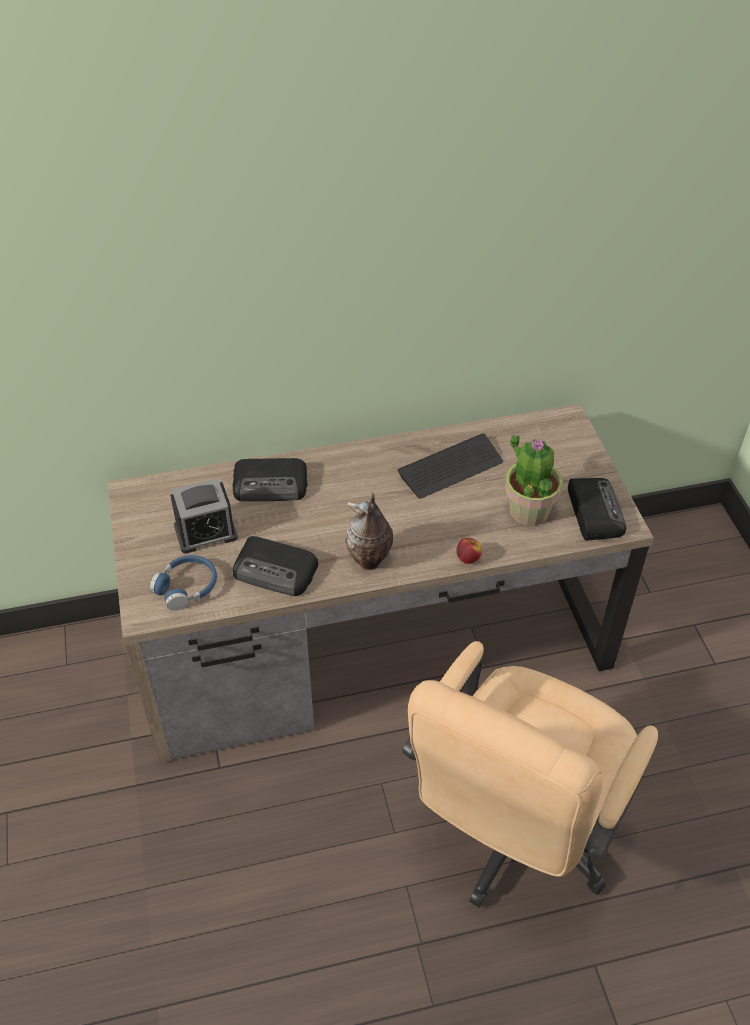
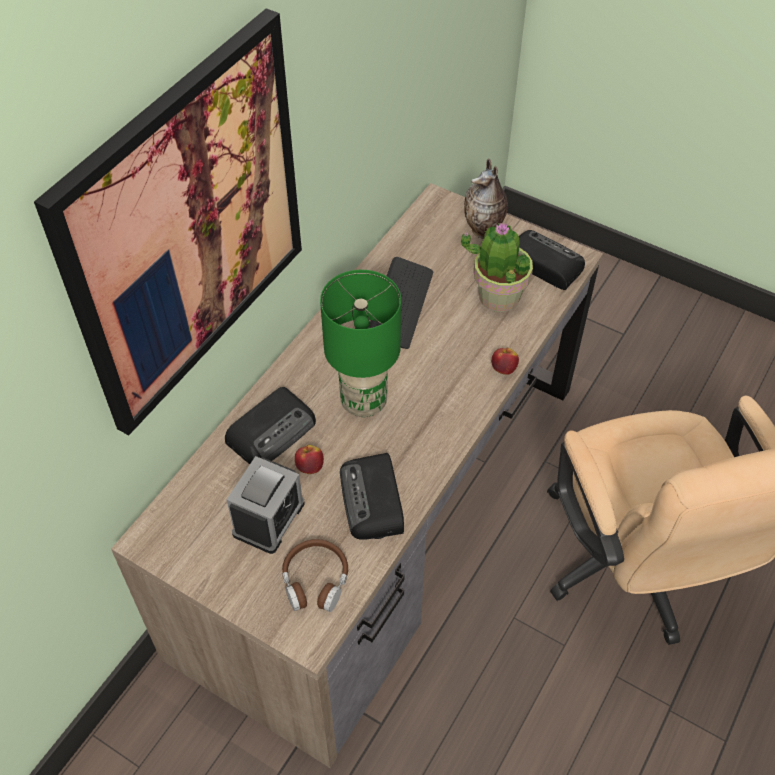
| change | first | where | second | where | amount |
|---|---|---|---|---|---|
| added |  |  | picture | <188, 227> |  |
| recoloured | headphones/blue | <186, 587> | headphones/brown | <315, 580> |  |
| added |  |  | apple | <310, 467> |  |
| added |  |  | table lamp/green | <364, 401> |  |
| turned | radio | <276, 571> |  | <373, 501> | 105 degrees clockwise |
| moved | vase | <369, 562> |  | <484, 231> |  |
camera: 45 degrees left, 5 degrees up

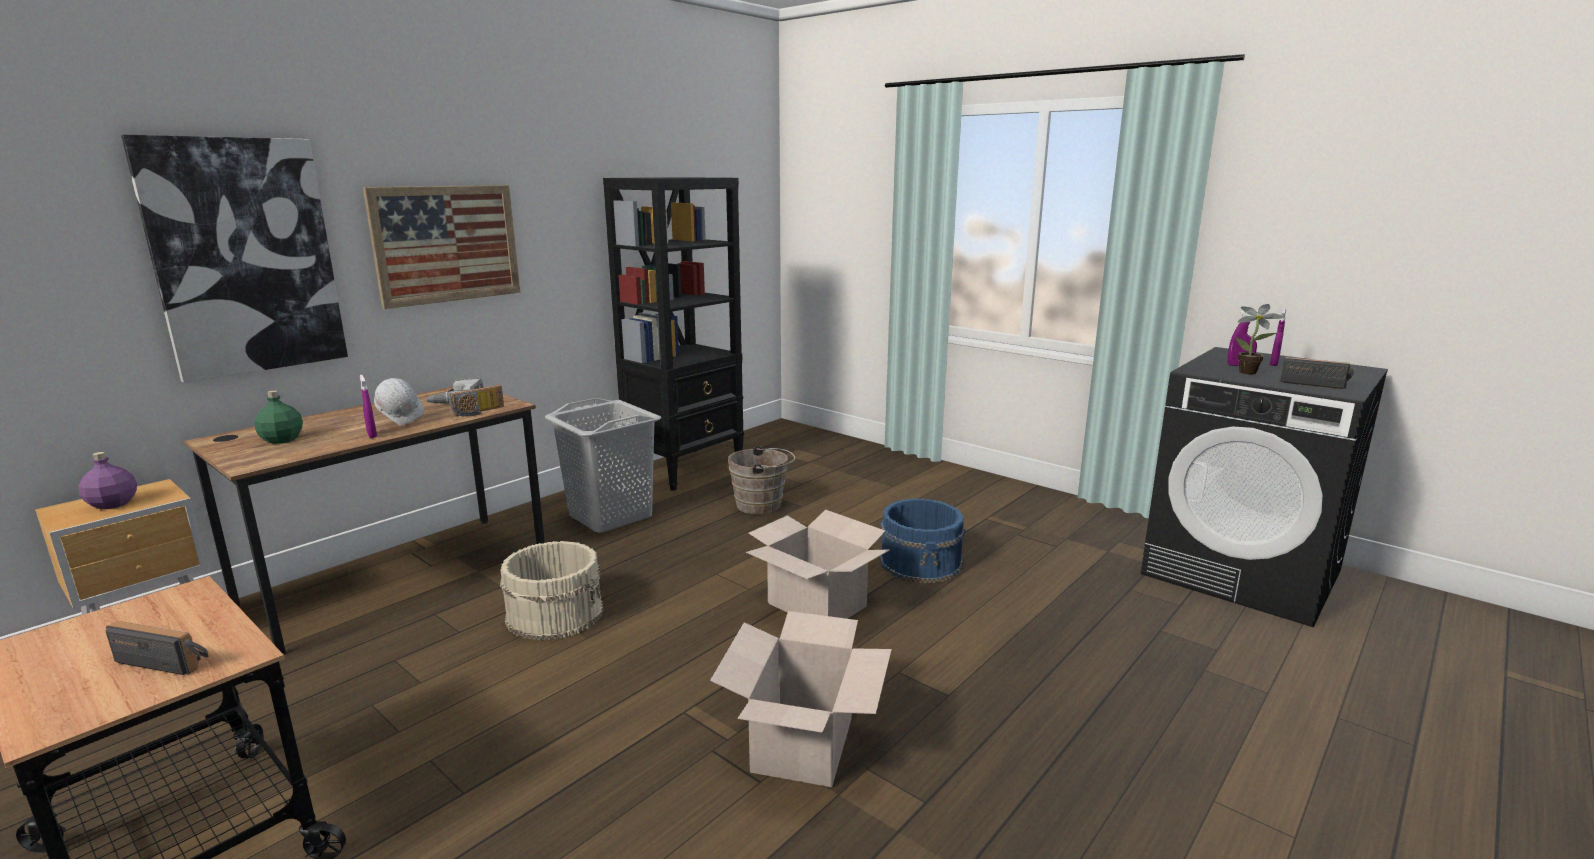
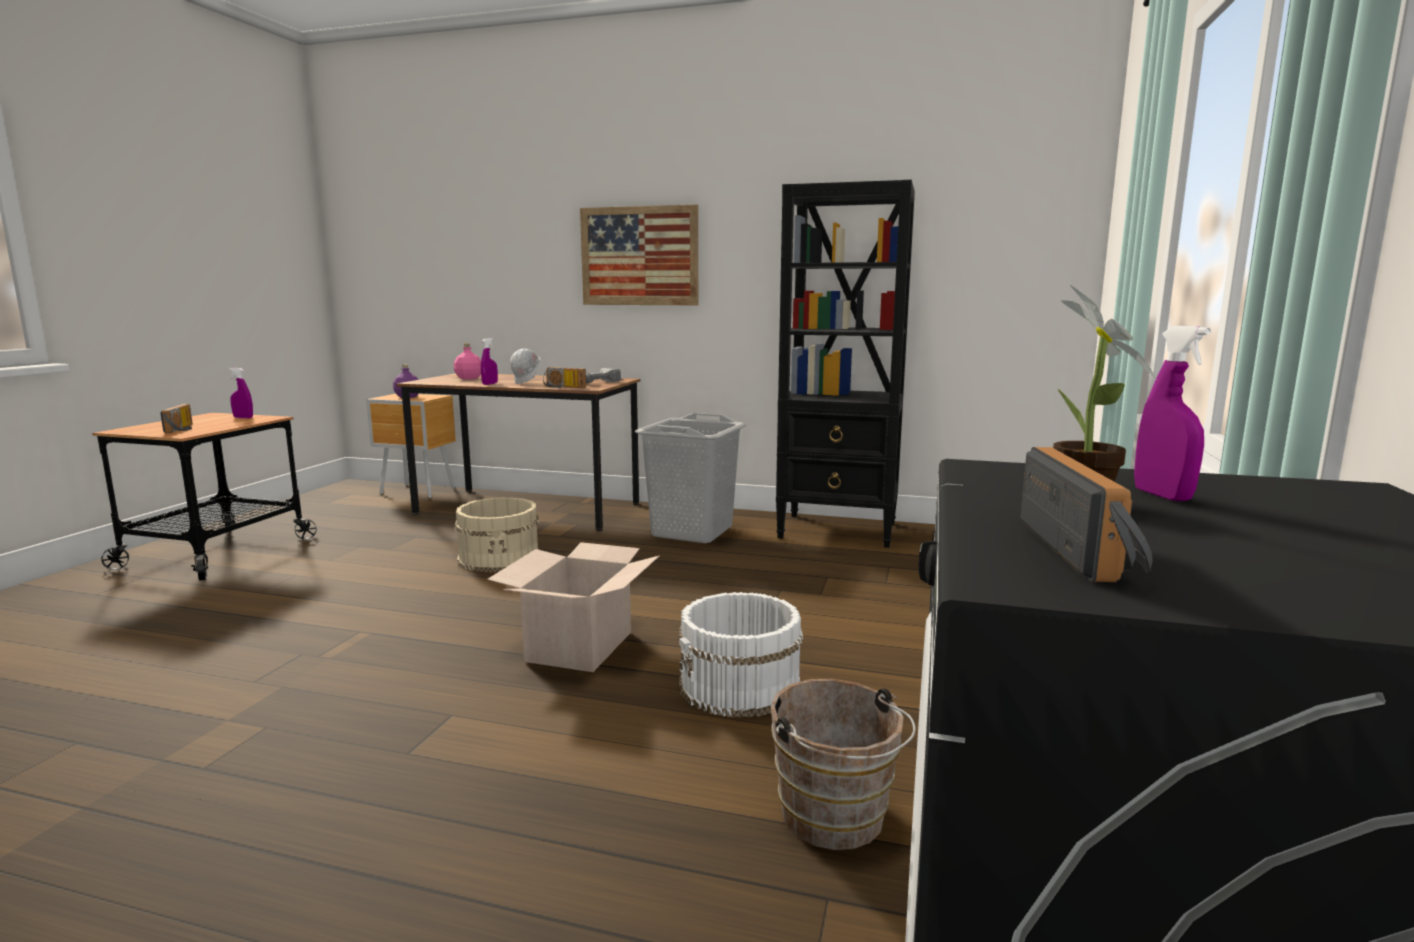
| change | first | where | second | where | amount |
|---|---|---|---|---|---|
| moved | spray bottle/purple | <1273, 364> |  | <243, 418> |  |
| recoloured | bottle/green | <283, 440> | bottle/pink | <469, 378> |  |
| recoloured | bucket/blue | <921, 562> | bucket/white | <740, 686> |  |
| moved | bucket/brown | <762, 505> |  | <836, 821> |  |
| removed | picture | <244, 257> |  |  |  |
| removed | cardboard box | <802, 743> |  |  |  |
camera: 65 degrees right, 5 degrees down

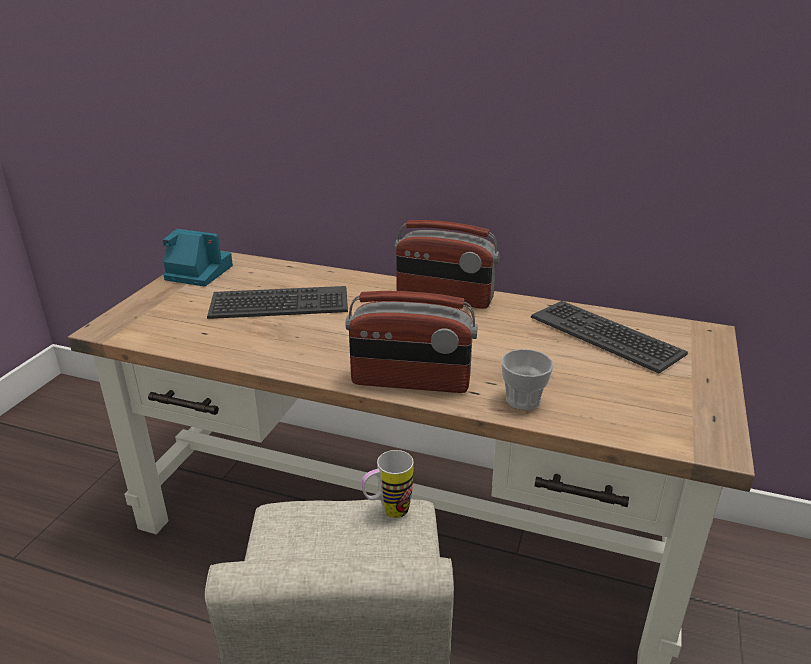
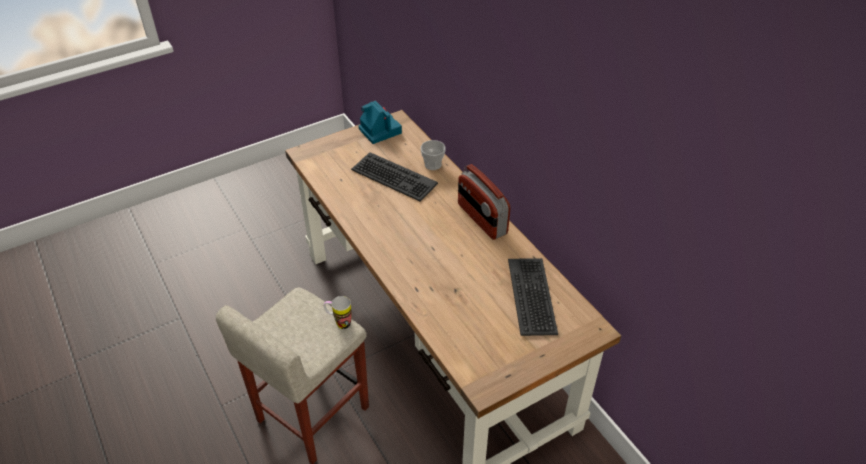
| change | first | where | second | where | amount |
|---|---|---|---|---|---|
| moved | cup | <523, 400> |  | <433, 165> |  |
| removed | radio | <410, 382> |  |  |  |
camera: 40 degrees right, 15 degrees up

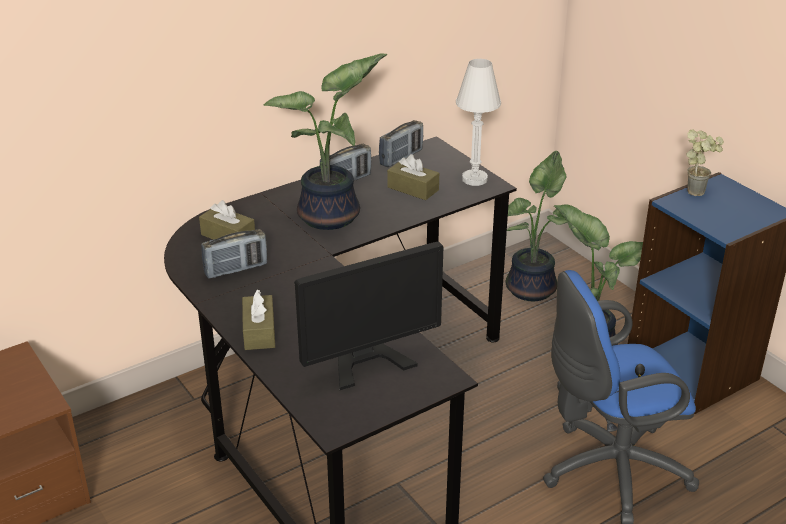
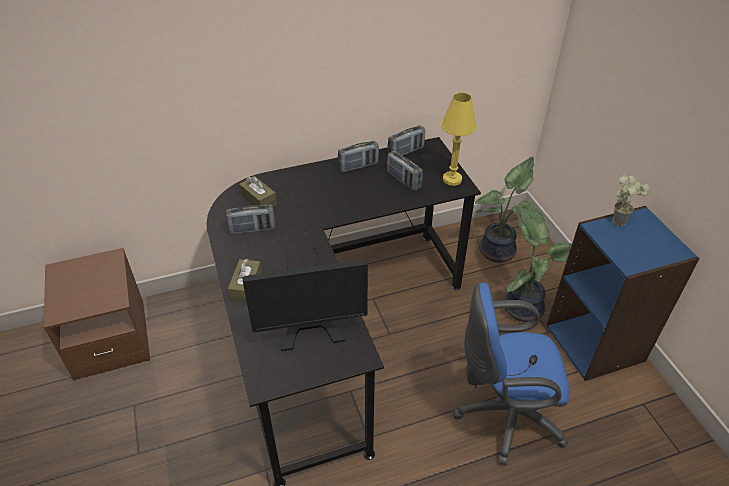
| change | first | where | second | where | amount |
|---|---|---|---|---|---|
| replaced | tissue box/brown | <413, 189> | radio | <403, 180> |  |
| recoloured | table lamp/white | <474, 179> | table lamp/yellow | <452, 179> |  |
| removed | potted plant | <333, 217> |  |  |  |
camera: 15 degrees right, 10 degrees up

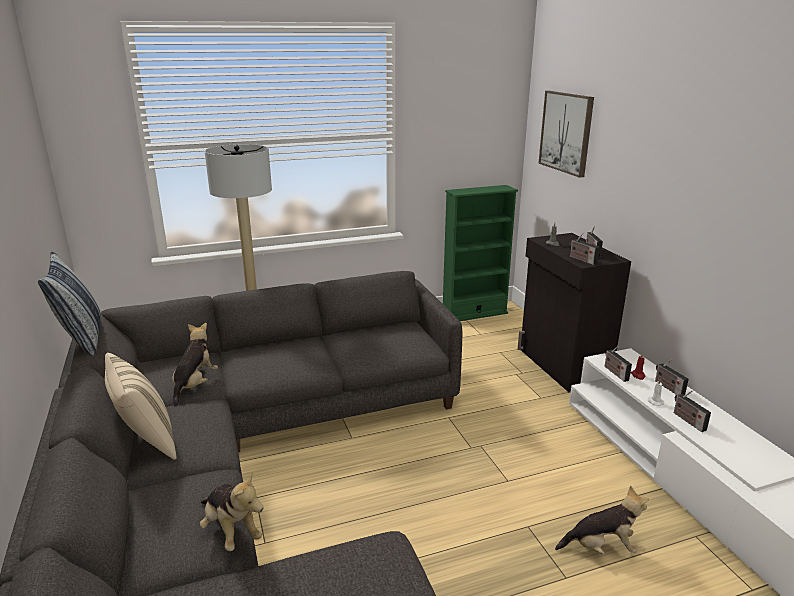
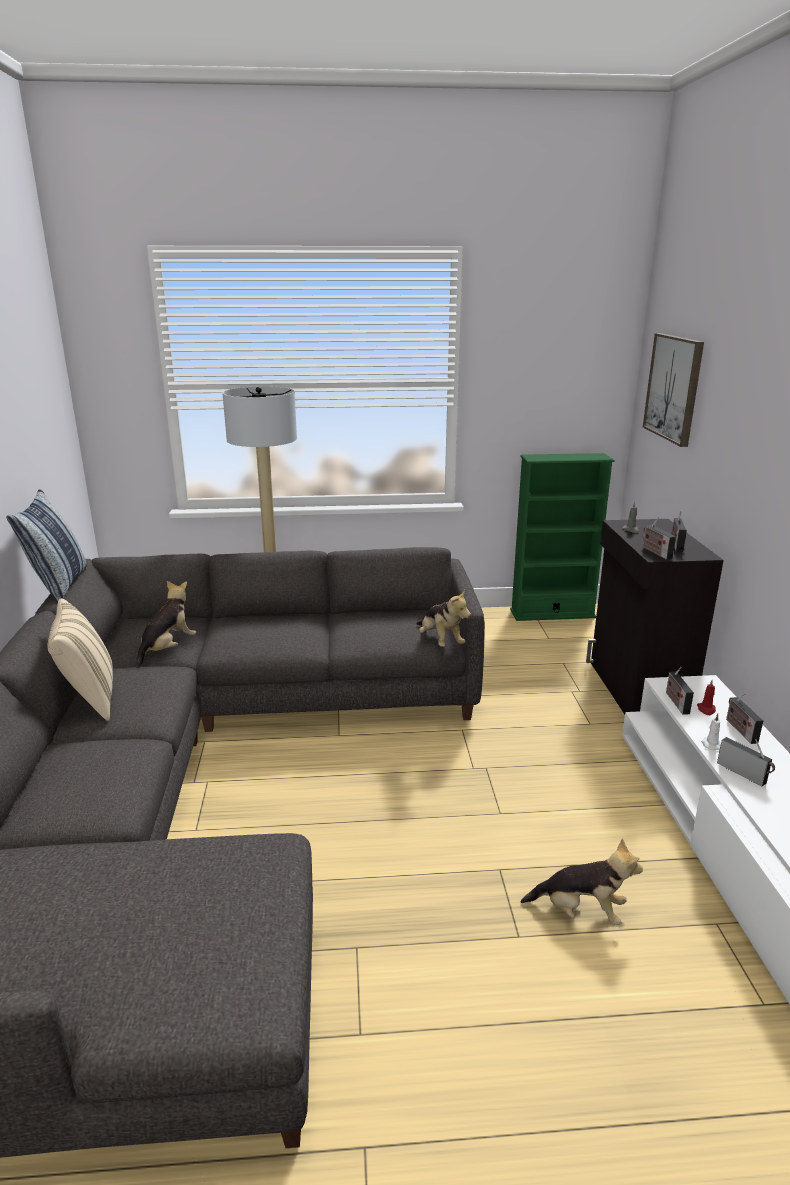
| change | first | where | second | where | amount |
|---|---|---|---|---|---|
| moved | plush toy | <231, 531> |  | <440, 641> |  |
| turned | radio | <687, 420> |  | <744, 774> | 150 degrees clockwise |
camera: 15 degrees right, 0 degrees up

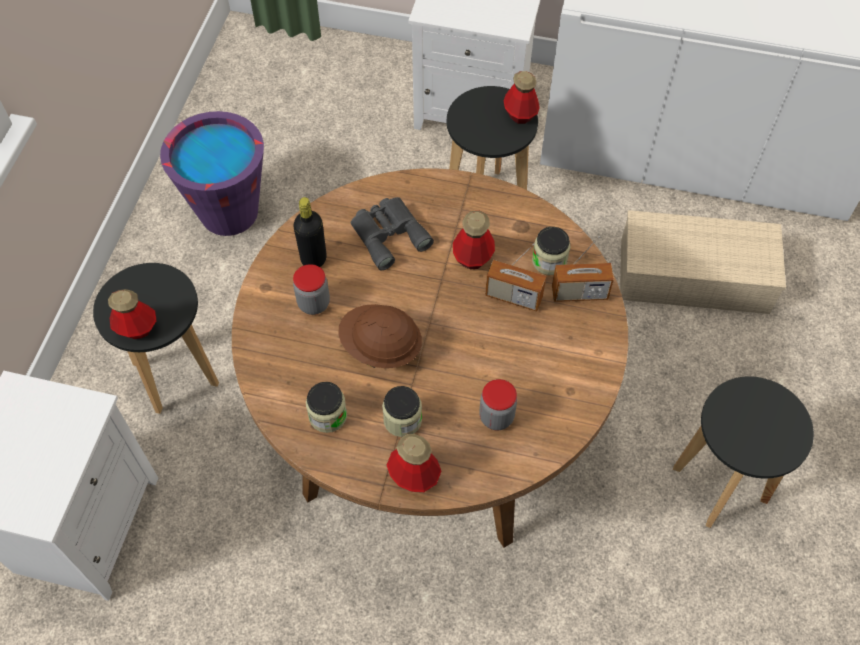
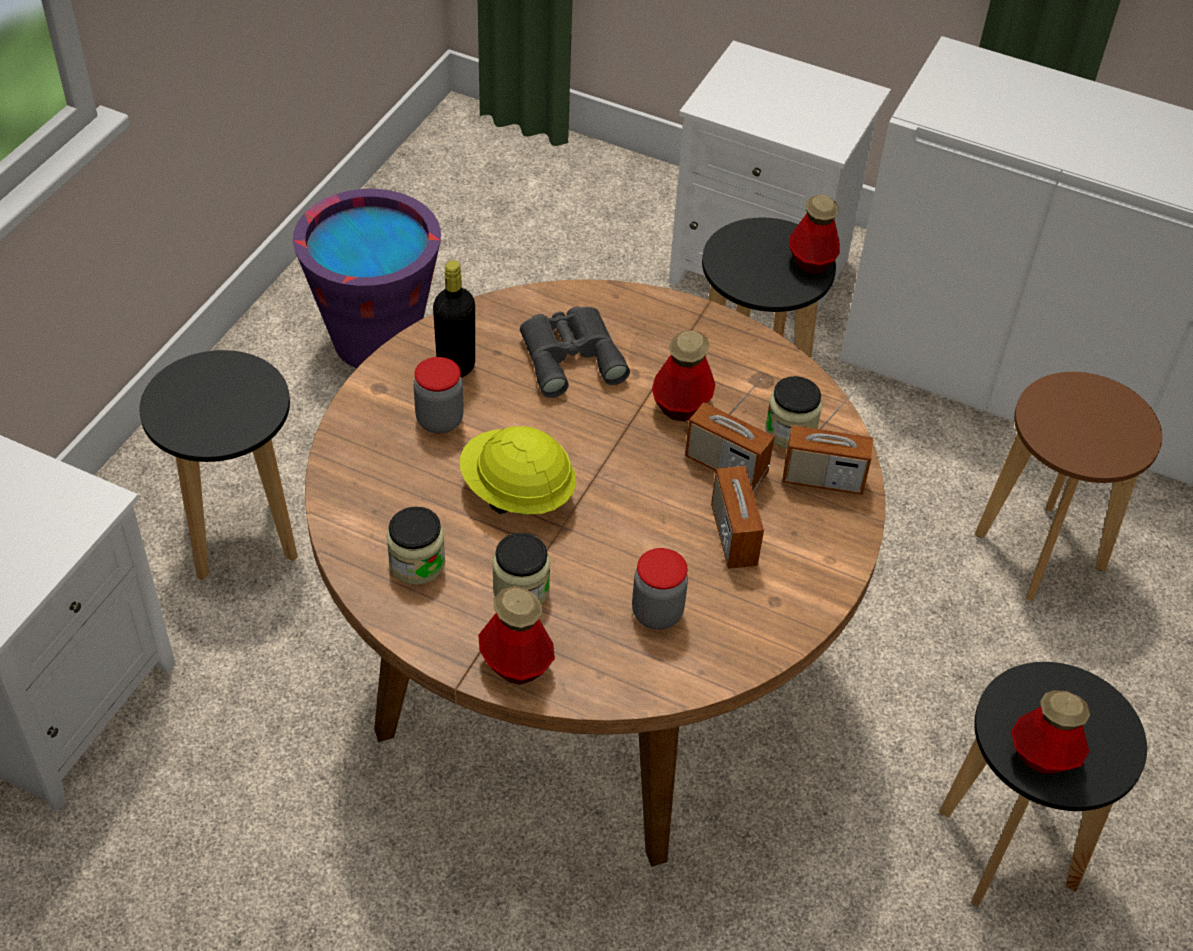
| change | first | where | second | where | amount |
|---|---|---|---|---|---|
| recoloured | hard hat/brown | <380, 347> | hard hat/yellow | <517, 493> |  |
| added |  |  | radio | <733, 536> |  |
| replaced | storage box/beige | <696, 275> | stool/brown | <1040, 551> |  |
| moved | bottle | <137, 328> |  | <1043, 757> |  |
camera: 10 degrees right, 10 degrees down

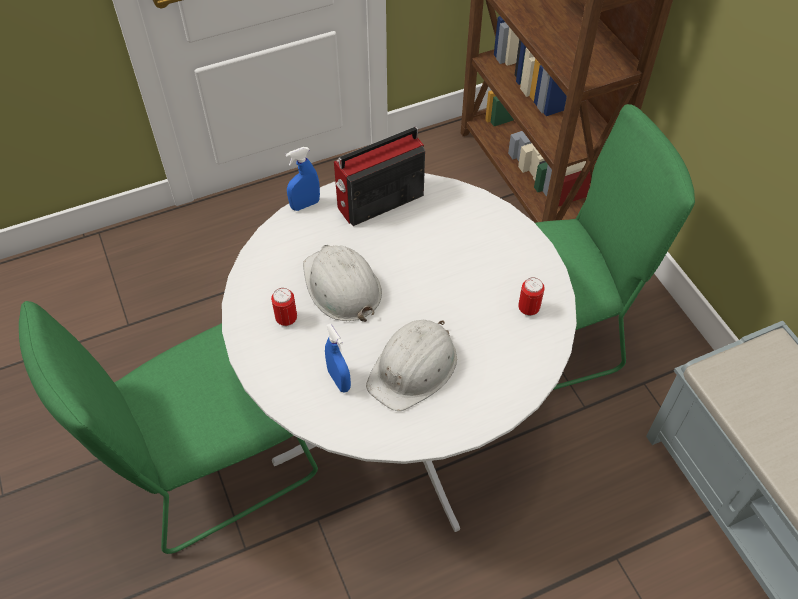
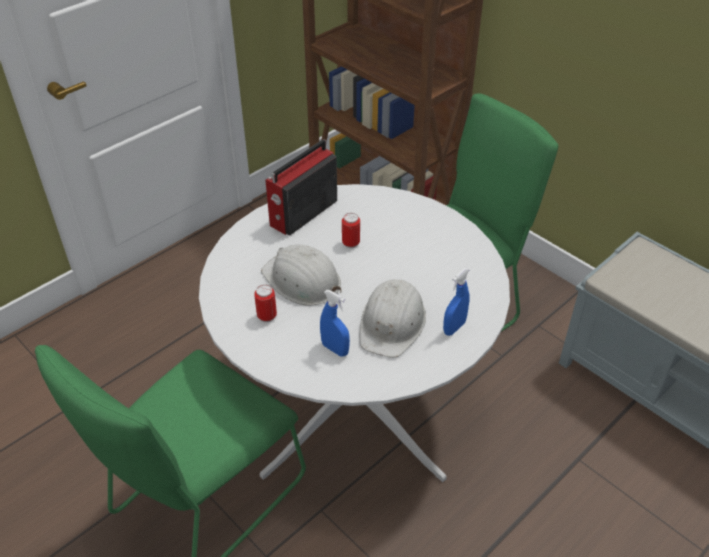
| change | first | where | second | where | amount |
|---|---|---|---|---|---|
| moved | can | <528, 309> |  | <351, 243> |  |
| moved | spray bottle/blue | <305, 205> |  | <454, 327> |  |
camera: 20 degrees left, 10 degrees down

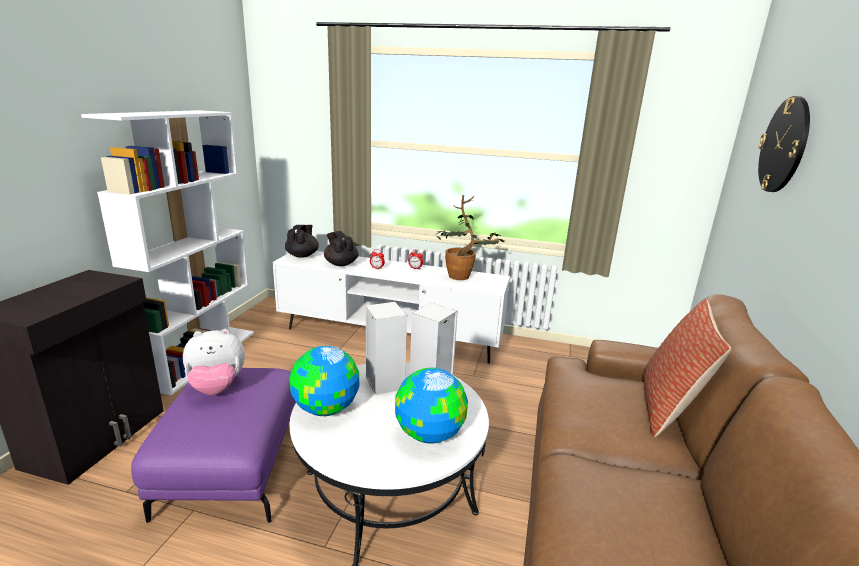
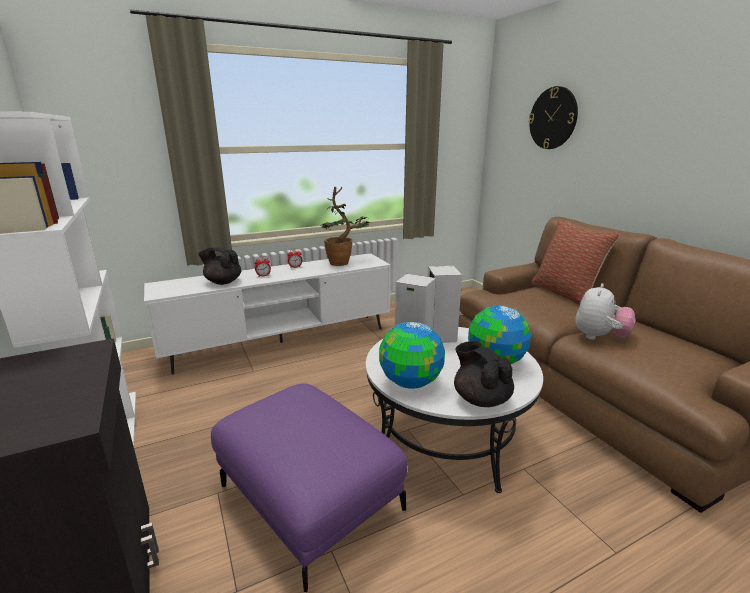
| change | first | where | second | where | amount |
|---|---|---|---|---|---|
| moved | teapot/black | <302, 255> |  | <481, 399> |  |
| moved | plush toy | <217, 388> |  | <599, 337> |  |
camera: 40 degrees left, 0 degrees up

